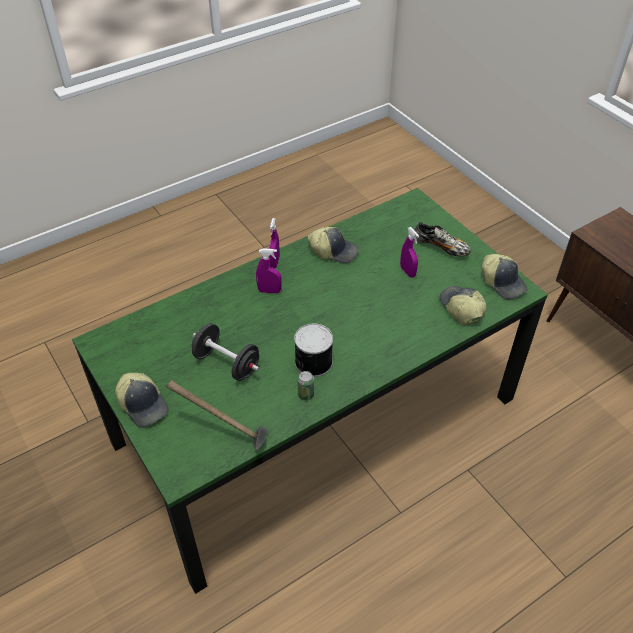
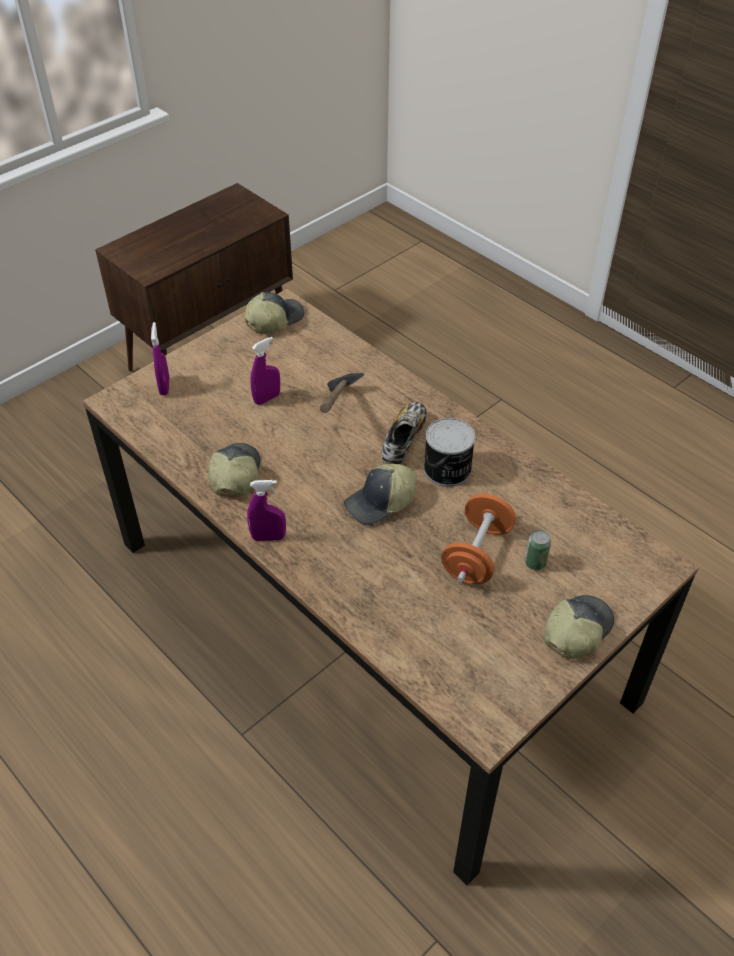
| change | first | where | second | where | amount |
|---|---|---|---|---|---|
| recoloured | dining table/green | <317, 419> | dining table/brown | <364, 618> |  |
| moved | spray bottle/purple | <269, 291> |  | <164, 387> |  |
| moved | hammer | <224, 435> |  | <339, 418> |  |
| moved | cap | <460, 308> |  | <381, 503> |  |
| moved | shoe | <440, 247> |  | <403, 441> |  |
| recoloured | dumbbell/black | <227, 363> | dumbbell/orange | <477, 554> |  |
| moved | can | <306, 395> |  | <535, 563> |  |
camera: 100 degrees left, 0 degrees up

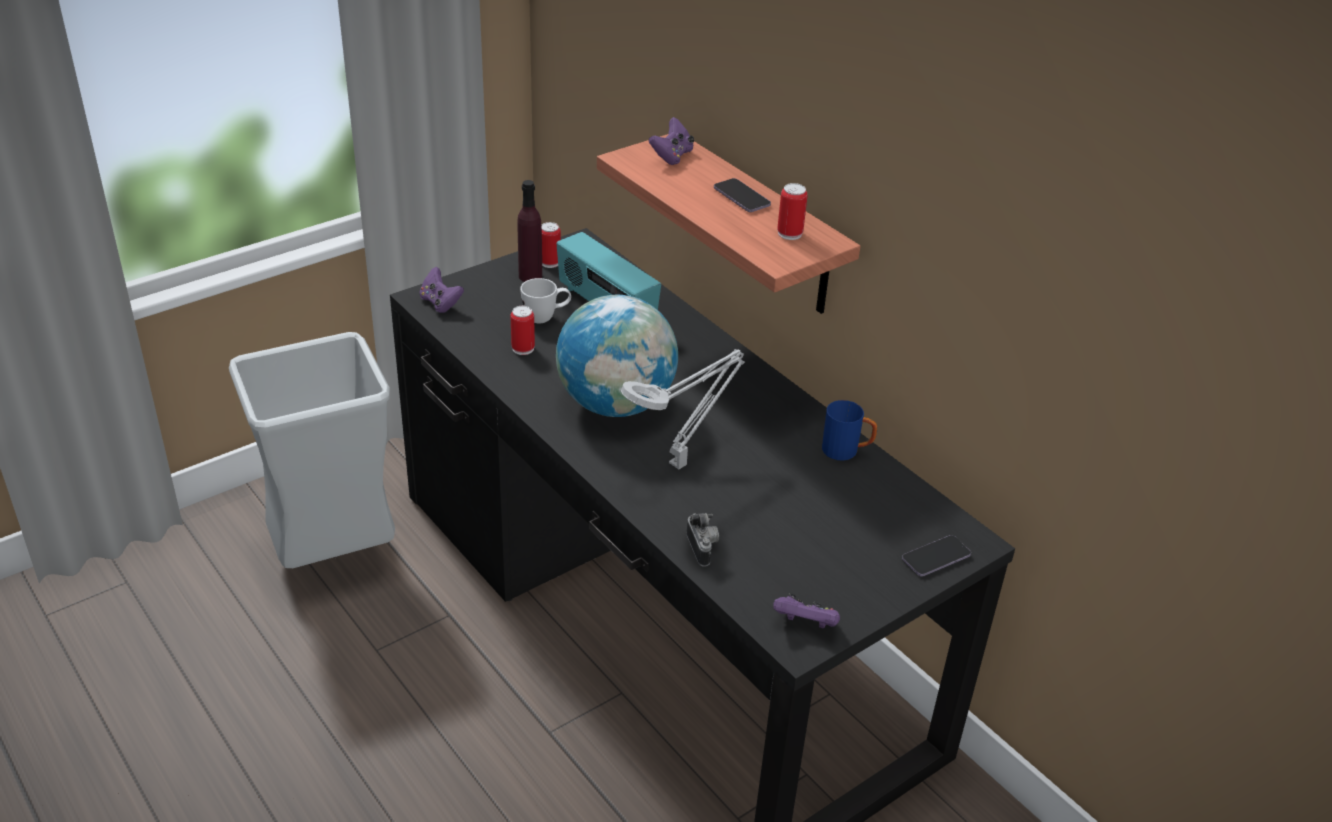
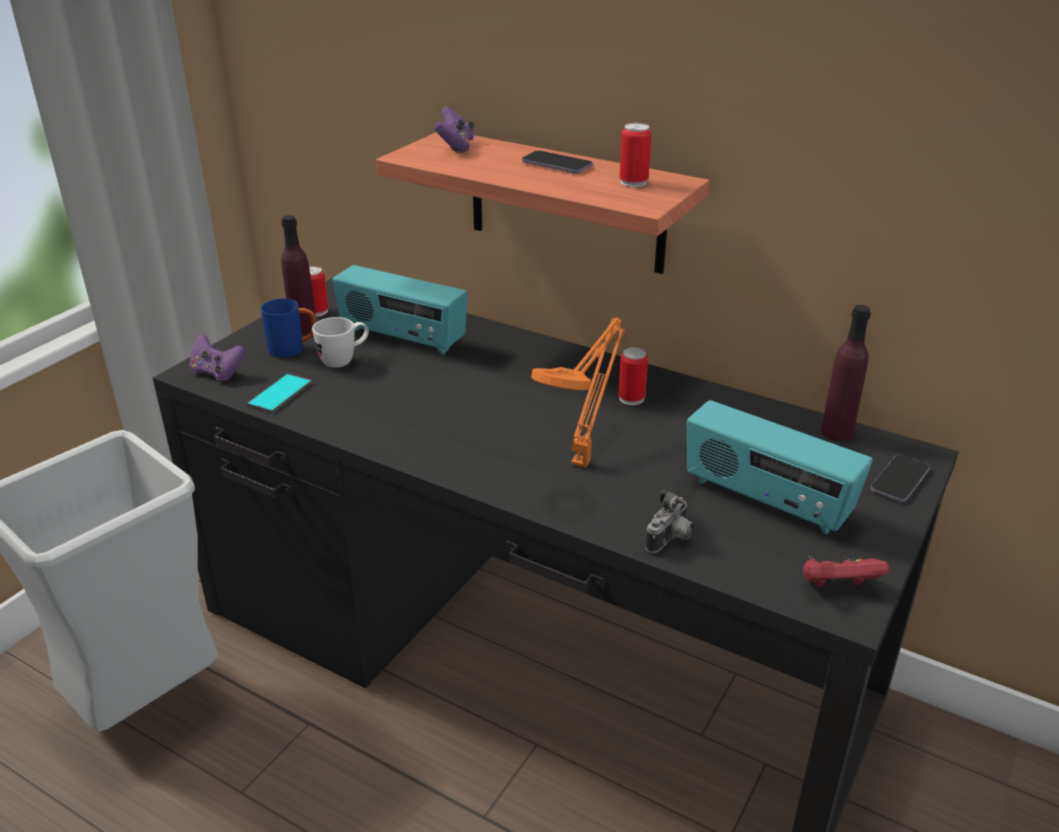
| change | first | where | second | where | amount |
|---|---|---|---|---|---|
| added |  |  | phone | <280, 394> |  |
| moved | mug/blue | <847, 451> |  | <293, 349> |  |
| recoloured | table lamp/grey | <681, 463> | table lamp/orange | <583, 460> |  |
| moved | can | <523, 348> |  | <631, 398> |  |
| turned | photo camera | <703, 548> |  | <671, 540> | 75 degrees clockwise |
| added |  |  | radio | <766, 501> |  |
| recoloured | game controller/purple | <805, 624> | game controller/red | <837, 587> |  |
| added |  |  | bottle/purple | <837, 432> |  |
| removed | globe | <616, 404> |  |  |  |
camera: 20 degrees left, 5 degrees down

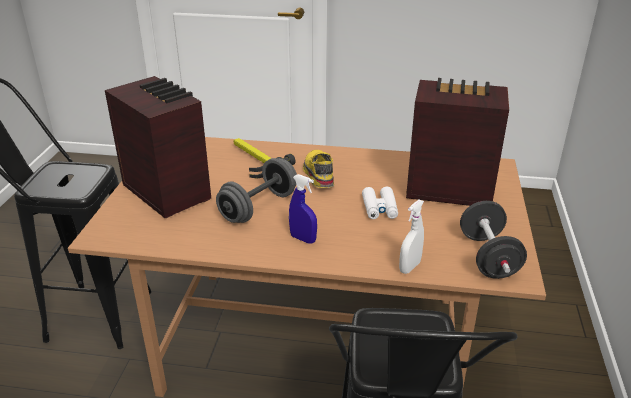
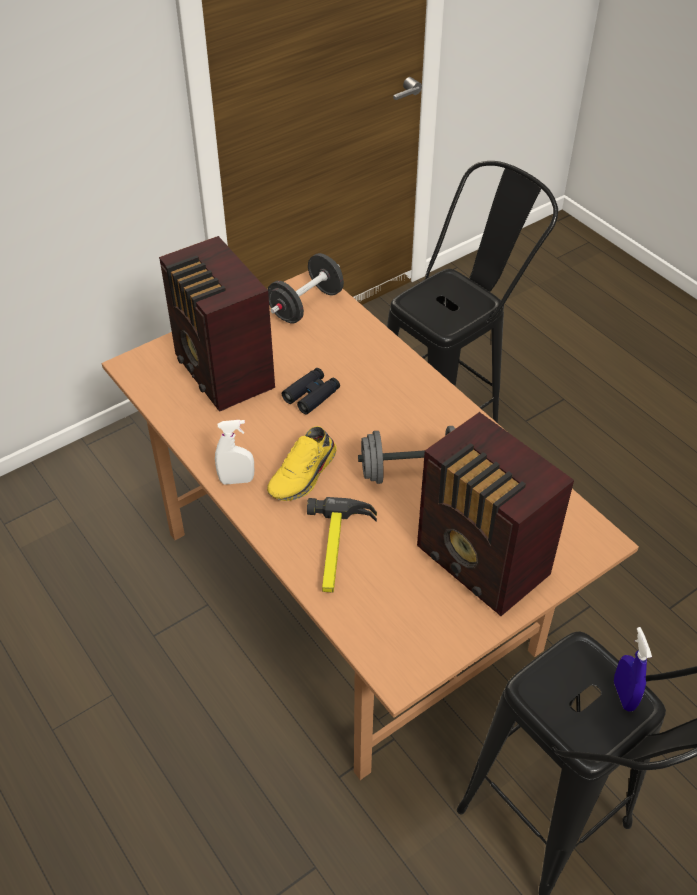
| change | first | where | second | where | amount |
|---|---|---|---|---|---|
| moved | spray bottle/white | <409, 267> |  | <236, 480> |  |
| recoloured | binoculars/white | <379, 208> | binoculars/black | <311, 395> |  |
| turned | radio | <167, 191> |  | <483, 564> | 45 degrees counterclockwise |
| moved | spray bottle/blue | <303, 239> |  | <623, 695> |  |
camera: 135 degrees left, 15 degrees up

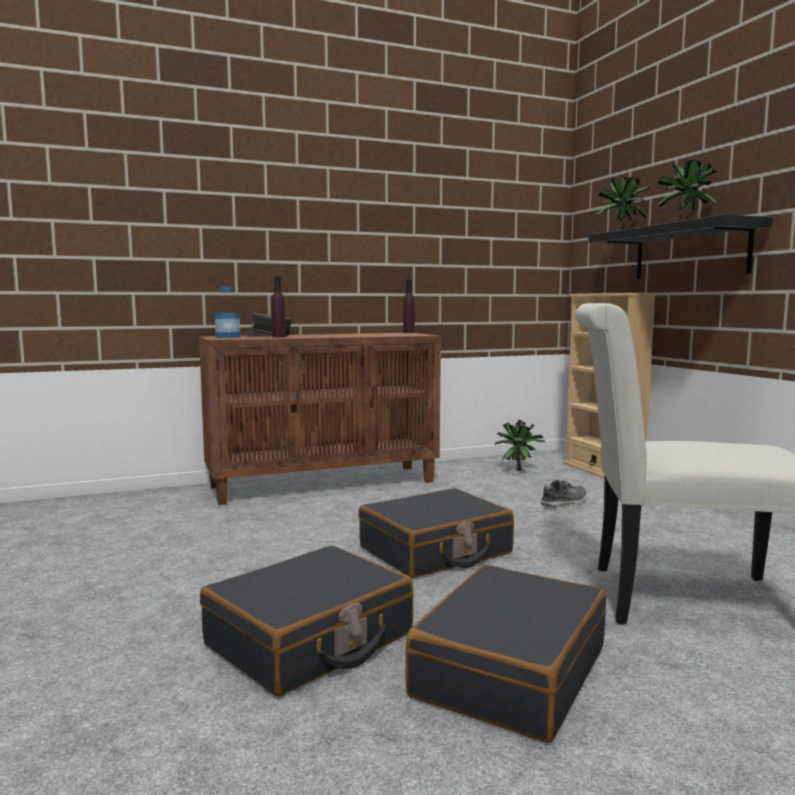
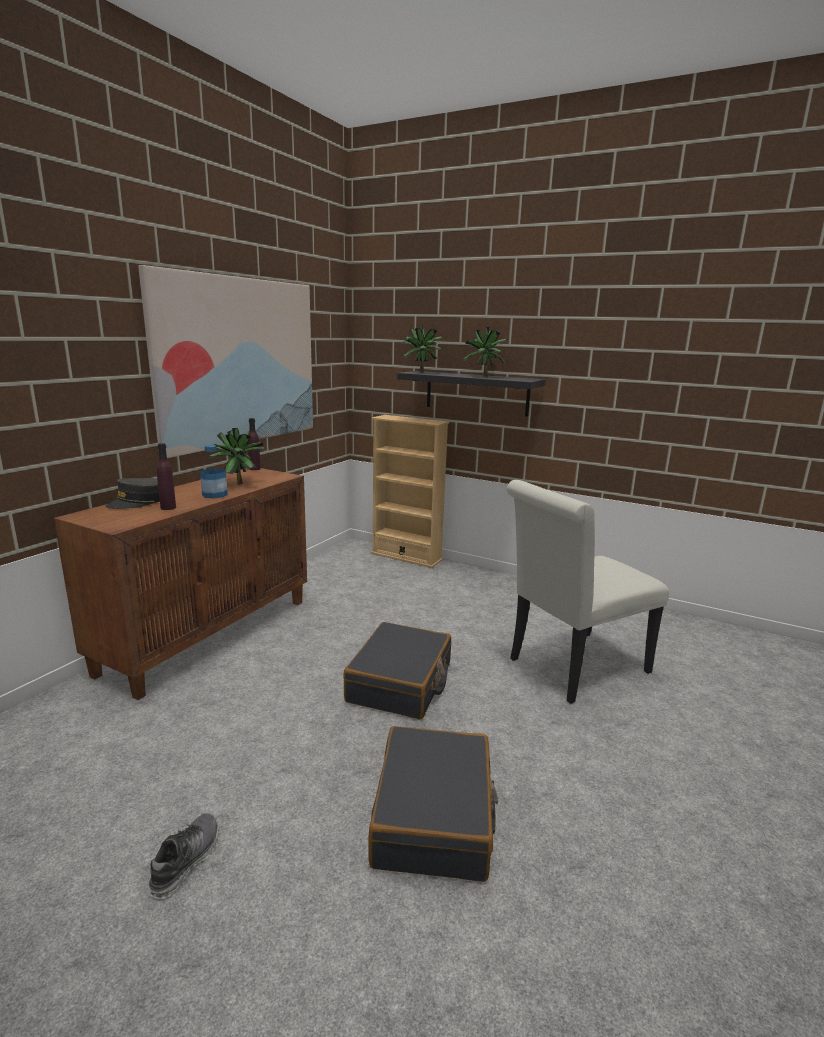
| change | first | where | second | where | amount |
|---|---|---|---|---|---|
| added |  |  | picture | <239, 362> |  |
| moved | shoe | <563, 503> |  | <186, 860> |  |
| moved | bottle | <228, 337> |  | <215, 495> |  |
| moved | potted plant | <517, 470> |  | <237, 483> |  |
| removed | suitcase/black | <509, 671> |  |  |  |
camera: 40 degrees left, 10 degrees up

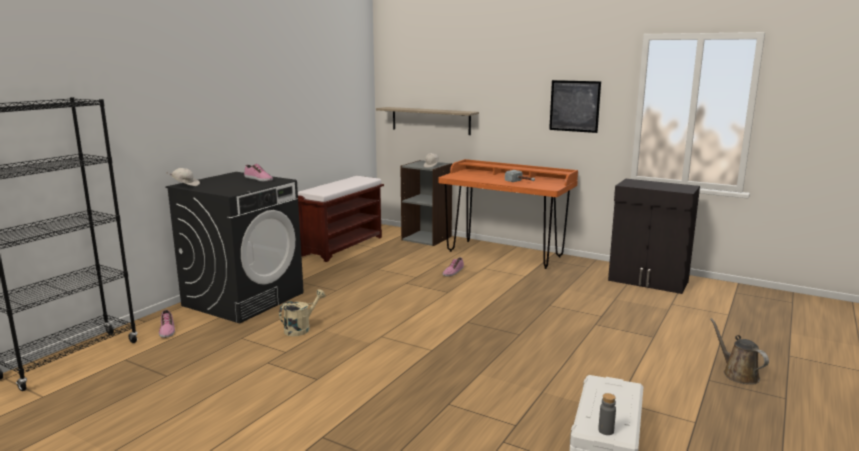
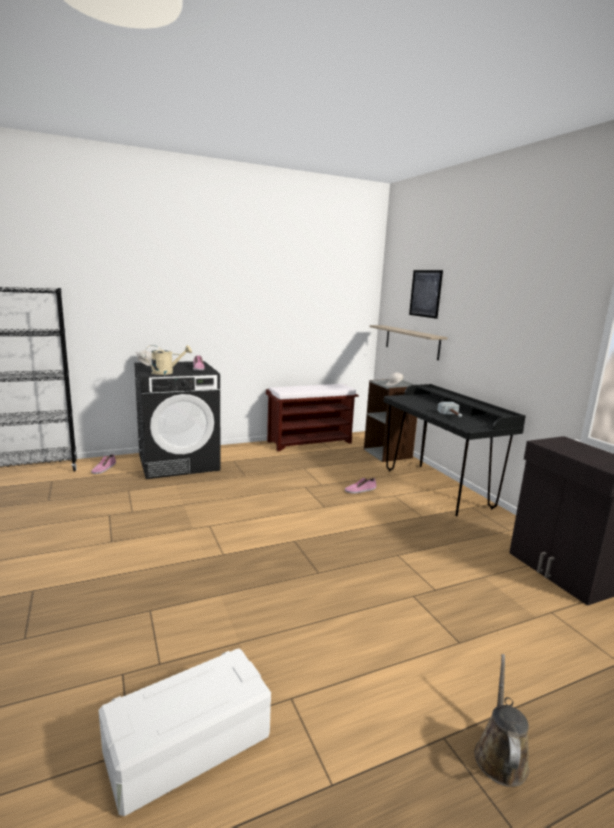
| change | first | where | second | where | amount |
|---|---|---|---|---|---|
| moved | watering can/beige | <301, 328> |  | <166, 372> |  |
| recoloured | desk/orange | <504, 254> | desk/black | <437, 488> |  |
| moved | picture | <574, 106> |  | <425, 293> |  |
| removed | bottle/grey | <606, 431> |  |  |  |
camera: 35 degrees right, 0 degrees up

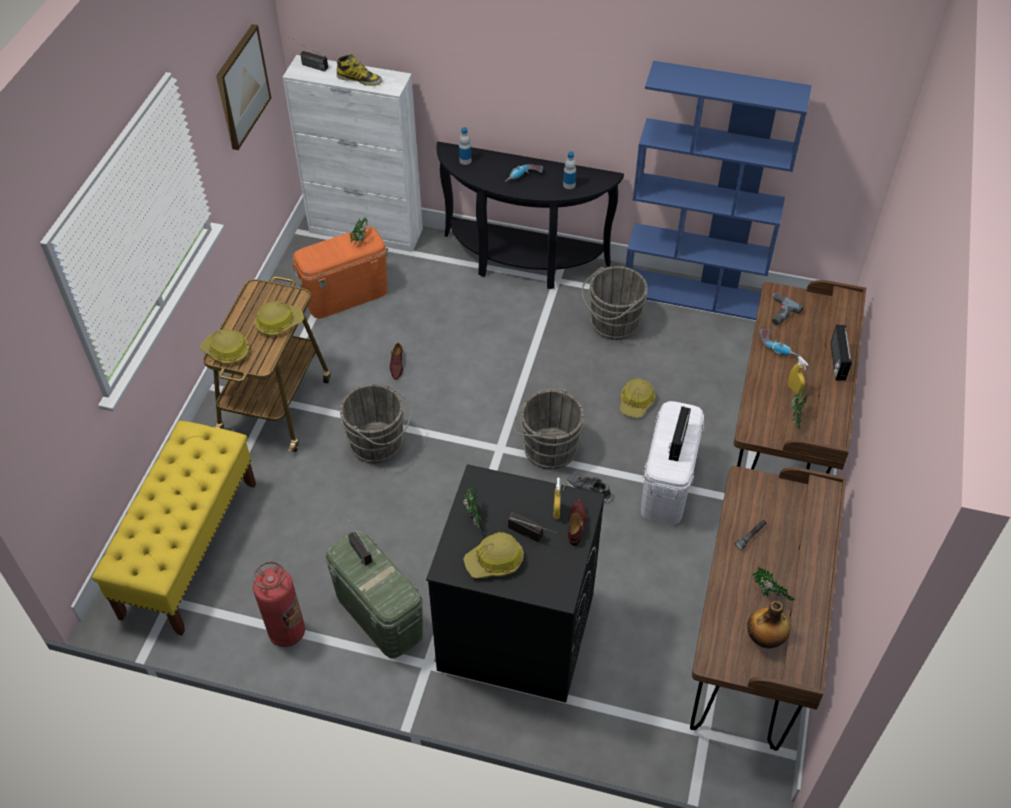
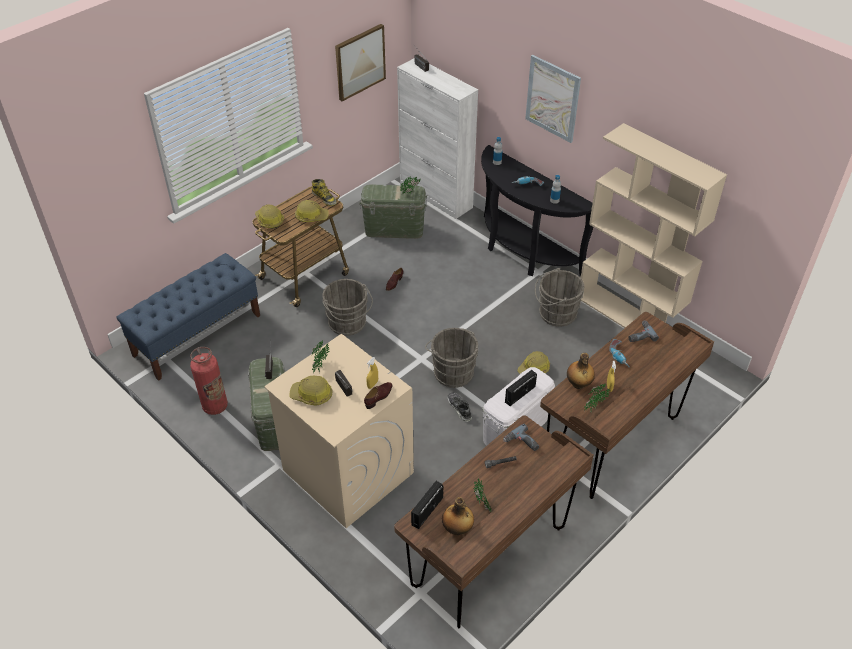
| change | first | where | second | where | amount |
|---|---|---|---|---|---|
| recoloured | bench/yellow | <190, 548> | bench/blue | <197, 335> |  |
| recoloured | washing machine/black | <515, 631> | washing machine/beige | <347, 471> |  |
| moved | boot | <359, 79> |  | <324, 198> |  |
| recoloured | storage box/orange | <346, 295> | storage box/green | <394, 229> |  |
| moved | radio | <836, 361> |  | <426, 511> |  |
| added |  |  | power drill | <521, 443> |  |
| added |  |  | picture | <552, 98> |  |
| added |  |  | bottle | <578, 384> |  |
| recoloured | bookcase/blue | <693, 294> | bookcase/beige | <628, 317> |  |
camera: 30 degrees right, 5 degrees down

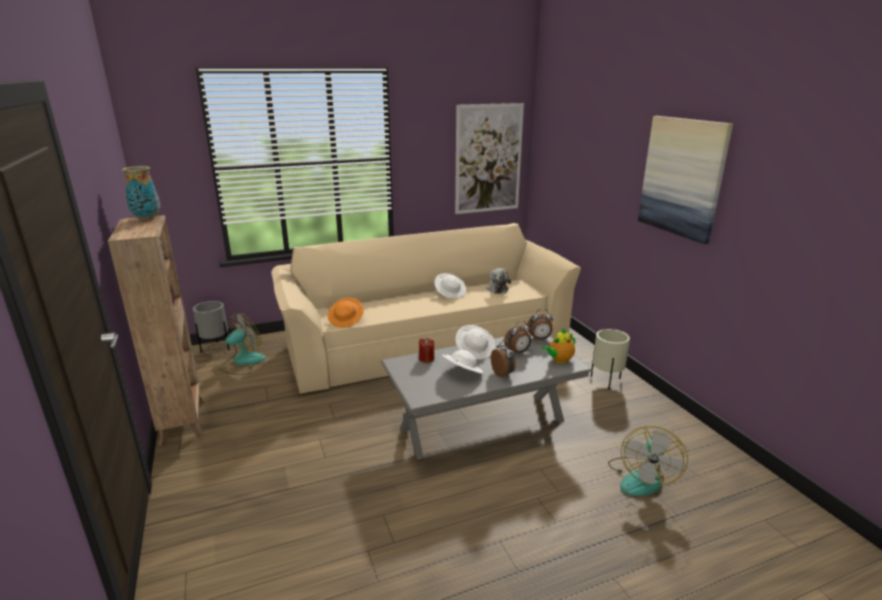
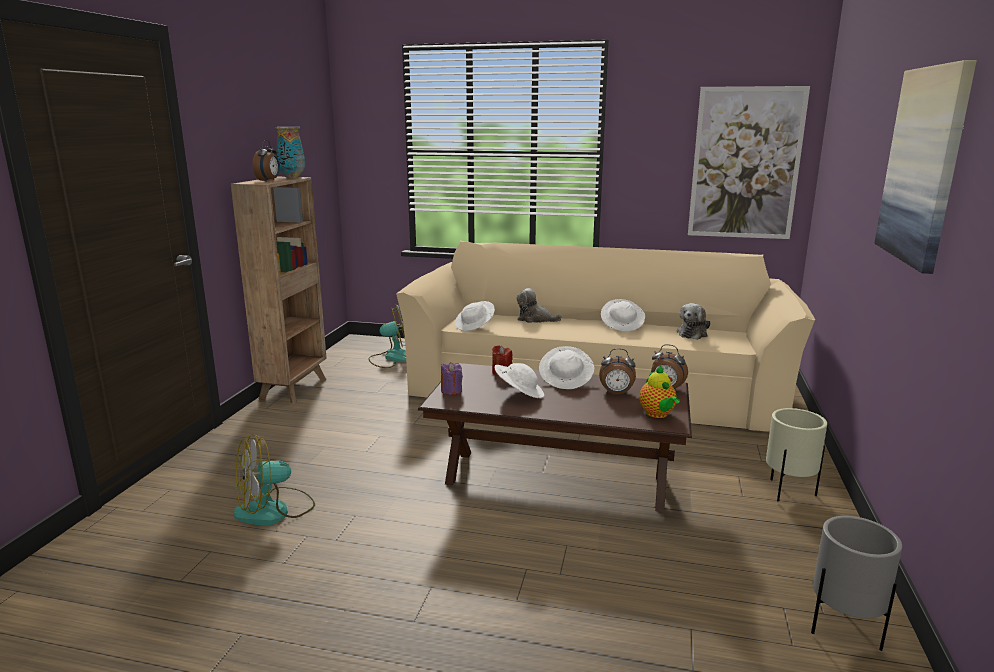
| change | first | where | second | where | amount |
|---|---|---|---|---|---|
| moved | fan | <641, 478> |  | <275, 510> |  |
| moved | alarm clock | <503, 374> |  | <269, 181> |  |
| recoloured | coffee table/grey | <483, 424> | coffee table/brown | <556, 479> |  |
| added |  |  | candle/purple | <451, 391> |  |
| recoloured | hat/orange | <346, 320> | hat/white | <475, 326> |  |
| added |  |  | plush toy | <535, 319> |  |
| turned | teapot | <559, 360> |  | <657, 414> | 105 degrees counterclockwise |
| moved | planter/grey | <216, 348> |  | <844, 631> |  |
camera: 35 degrees right, 5 degrees down

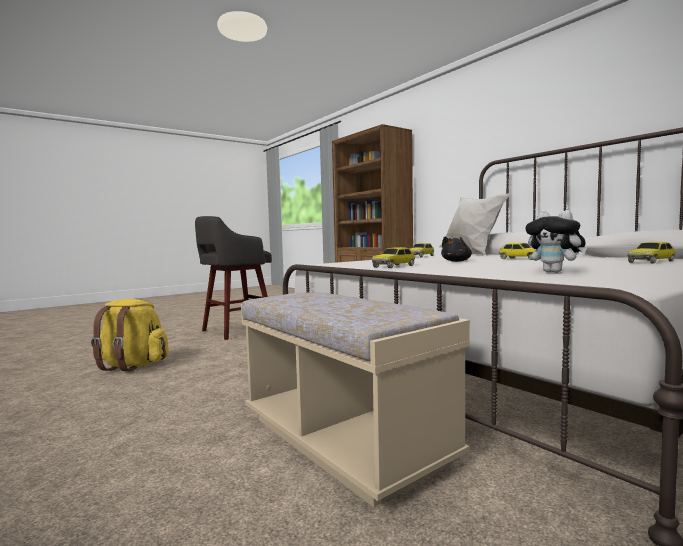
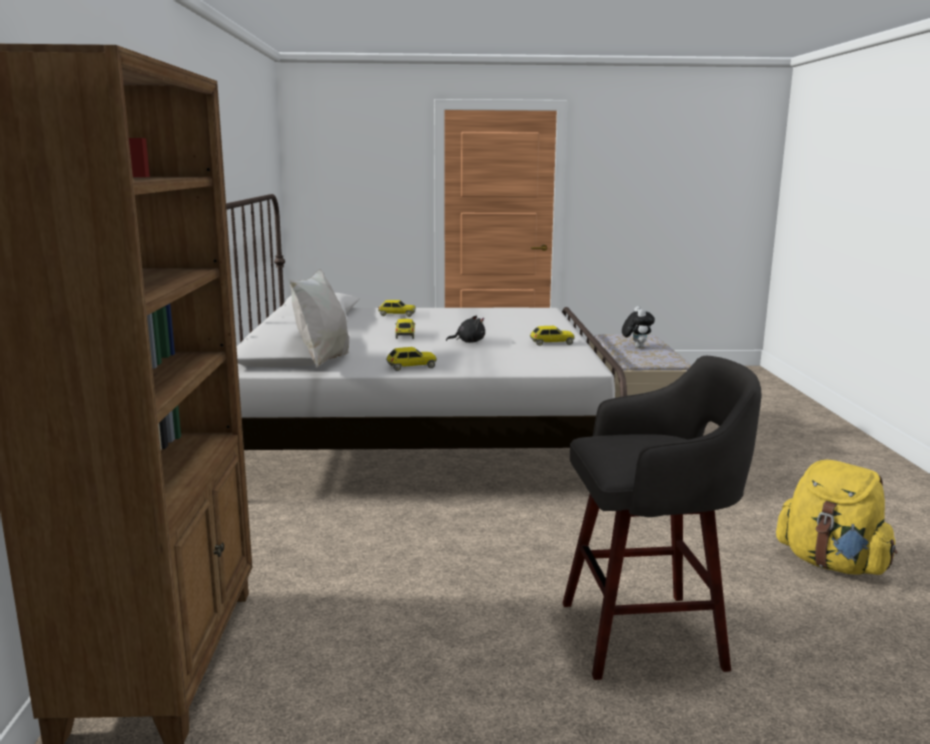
| change | first | where | second | where | amount |
|---|---|---|---|---|---|
| moved | plush toy | <555, 272> |  | <636, 347> |  |
camera: 145 degrees left, 10 degrees up

